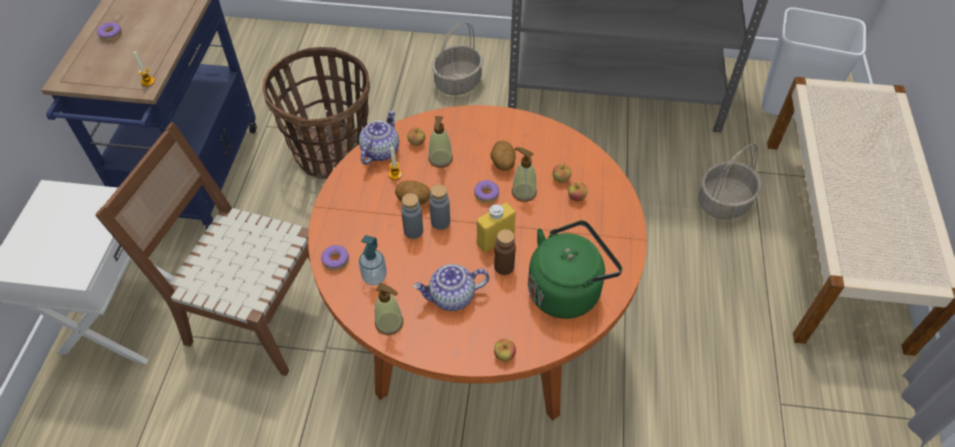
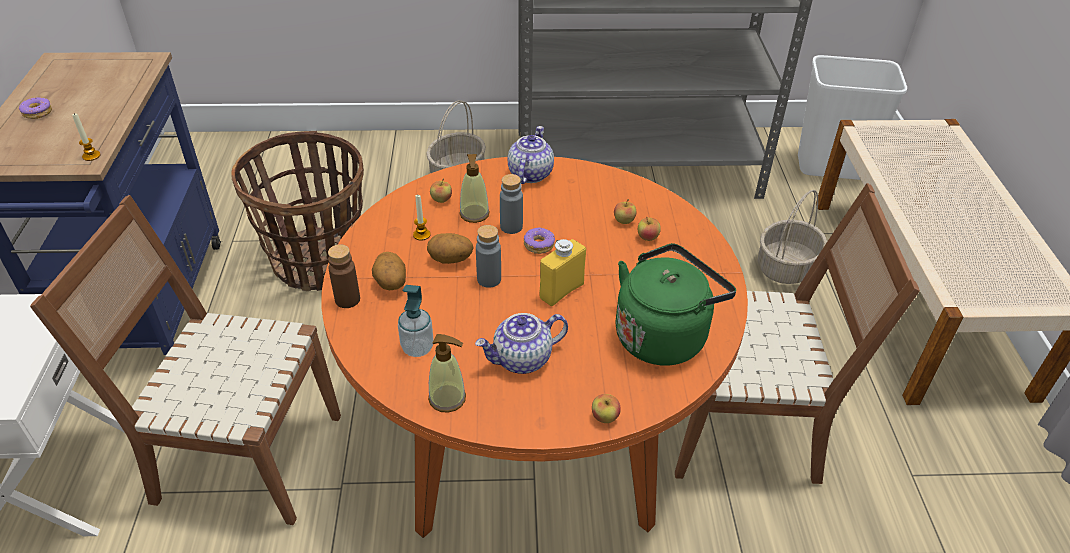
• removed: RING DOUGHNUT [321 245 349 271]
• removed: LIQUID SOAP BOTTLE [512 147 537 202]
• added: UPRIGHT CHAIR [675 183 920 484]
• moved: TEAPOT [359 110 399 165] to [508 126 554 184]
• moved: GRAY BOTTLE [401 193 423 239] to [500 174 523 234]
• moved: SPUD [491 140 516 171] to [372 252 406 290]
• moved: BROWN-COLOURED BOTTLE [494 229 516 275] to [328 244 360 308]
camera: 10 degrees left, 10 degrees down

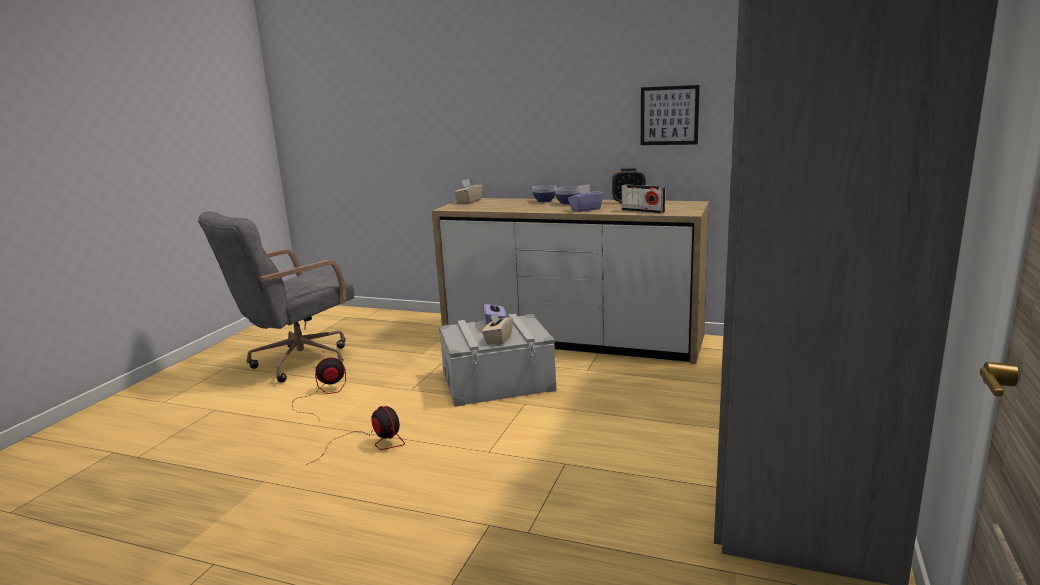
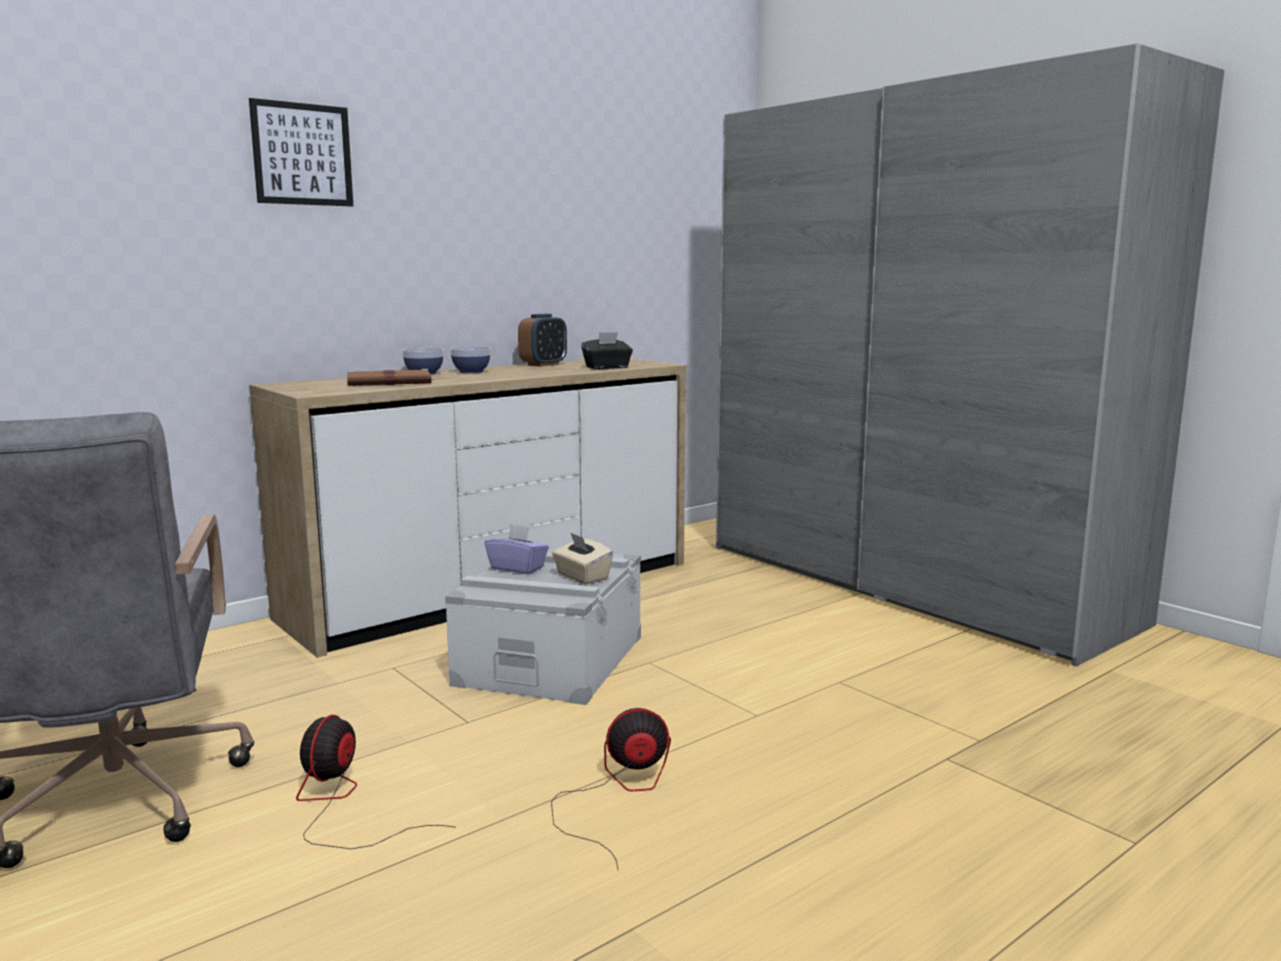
• removed: BEIGE-COLOURED TISSUE HOLDER [454 179 483 204]
• removed: PURPLISH TISSUE HOLDER [568 184 603 212]
• added: BROWN-COLOURED BOUND BOOK [347 369 436 386]
• moved: PICTURE [641 85 700 145] to [249 98 353 206]
• replaced: RADIO SET [622 184 665 213] to BLACKISH TISSUE HOLDER [581 332 633 369]
camera: 60 degrees left, 5 degrees down

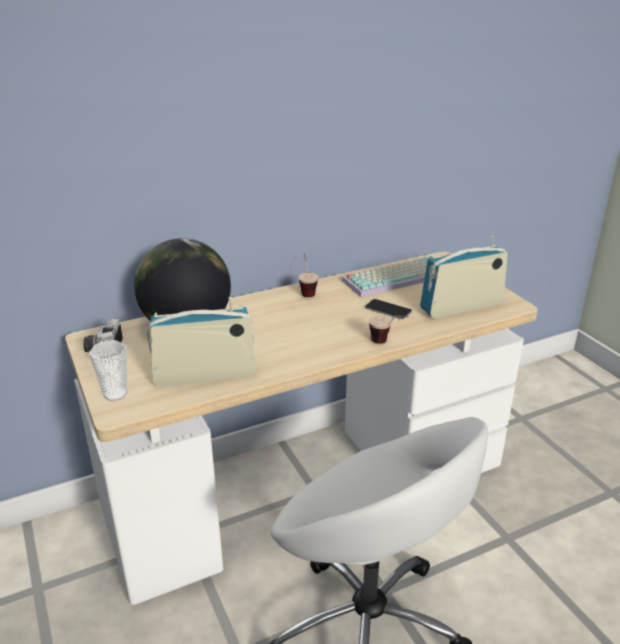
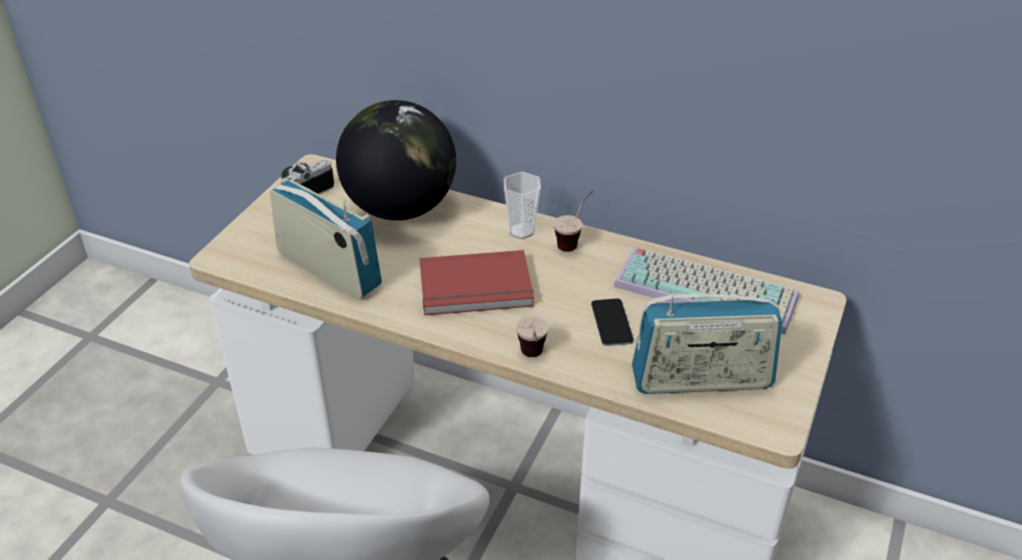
• added: RED-COLOURED BOUND BOOK [420 250 534 315]
• moved: CUP [89 340 127 401] to [504 172 541 239]
• turned: RADIO SET [420 236 508 319] = [632 293 782 394] 150 degrees clockwise
camera: 50 degrees right, 10 degrees up

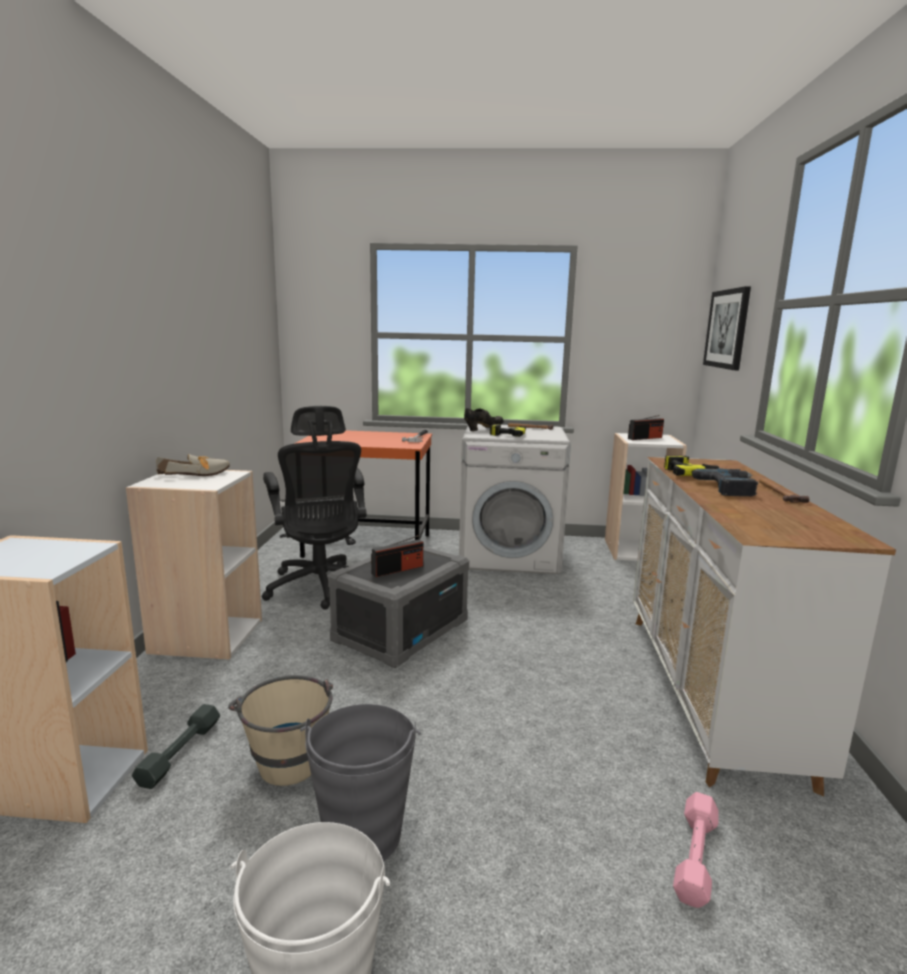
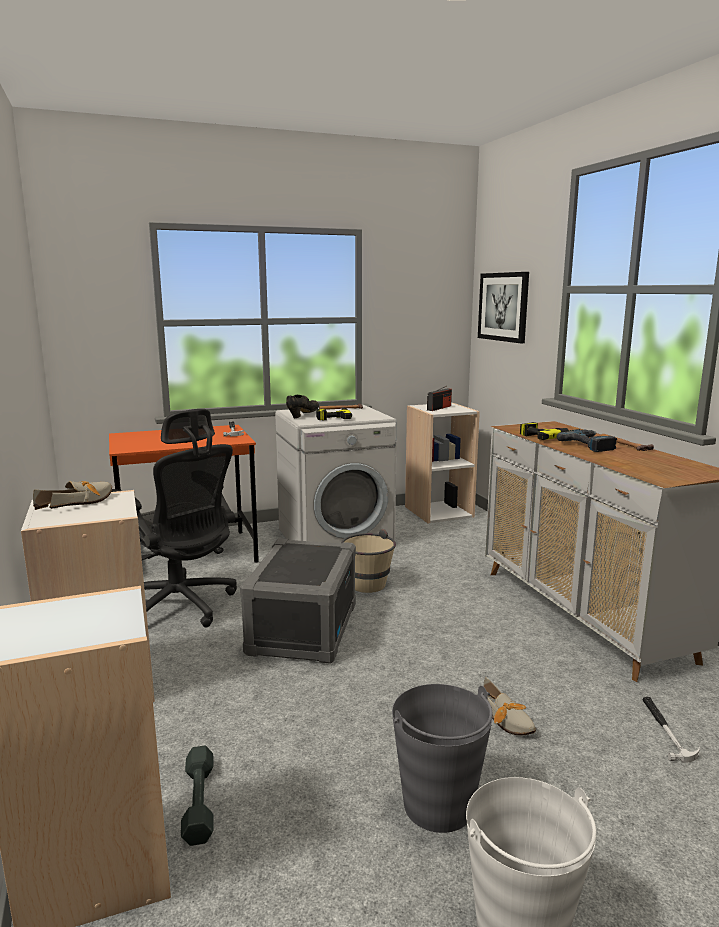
• removed: RADIO SET [371 535 423 577]
• added: SHOE [484 677 536 735]
• moved: BEIGE-COLOURED WATER BUCKET [228 675 333 786] to [341 529 396 593]
• replaced: PINK DUMBBELL [673 792 719 908] to TOOL HAMMER [643 697 700 763]
camera: 25 degrees left, 0 degrees up

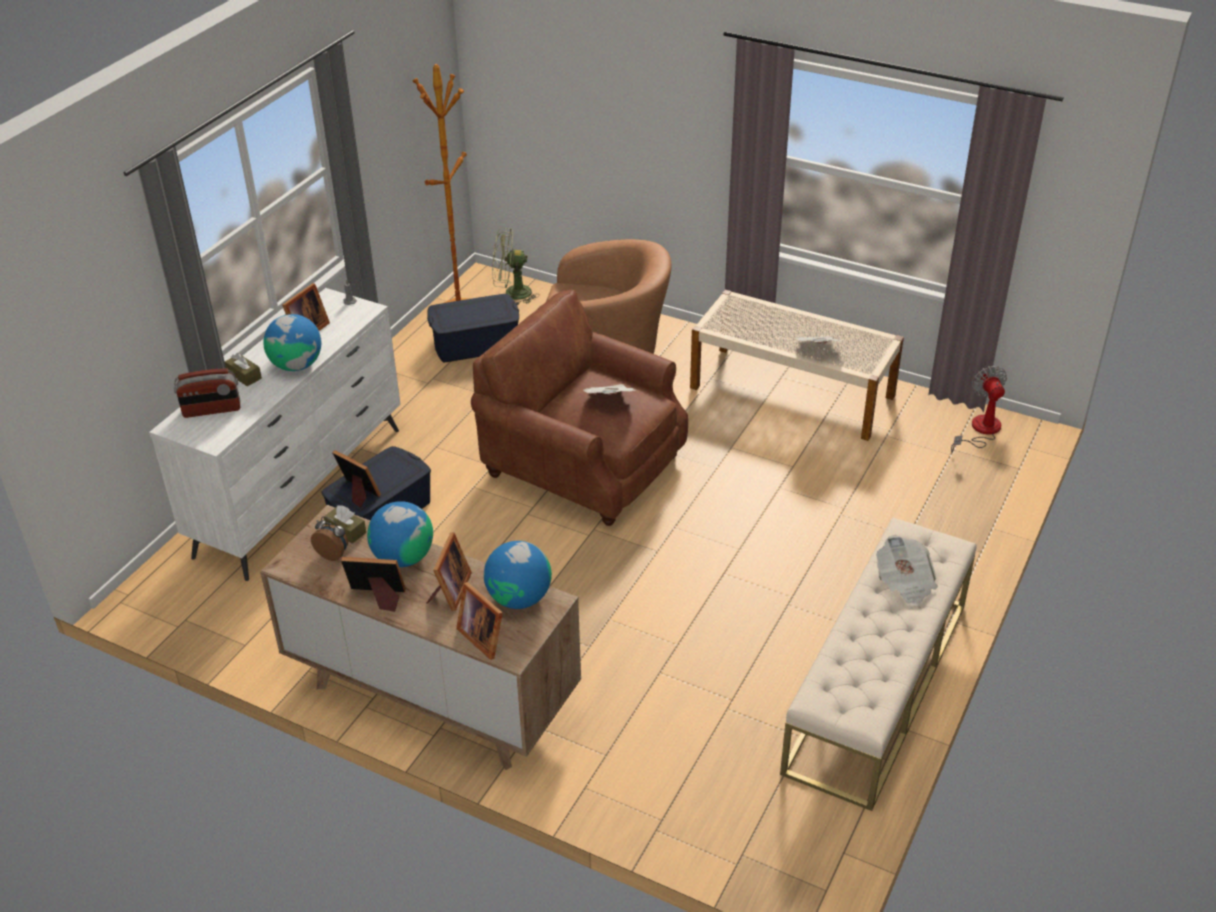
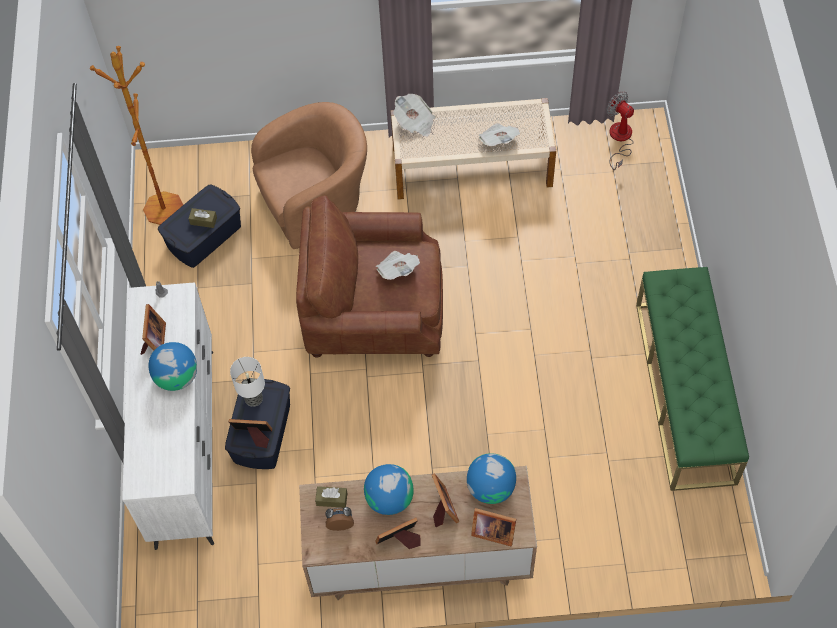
• removed: RADIO SET [174 368 240 418]
• removed: GREENISH COOLING FAN [492 228 540 305]
• added: LAMP FOR A TABLE [230 357 265 407]
• moved: BROWN-COLOURED TISSUE HOLDER [225 353 262 386] to [188 208 217 228]
• moved: DAILY PAPER [876 535 938 607] to [393 94 435 137]
• recoloured: BEIGE-COLOURED LONG SEAT [780 518 977 811] to GREENISH LONG SEAT [636 267 749 491]
camera: 30 degrees left, 20 degrees up

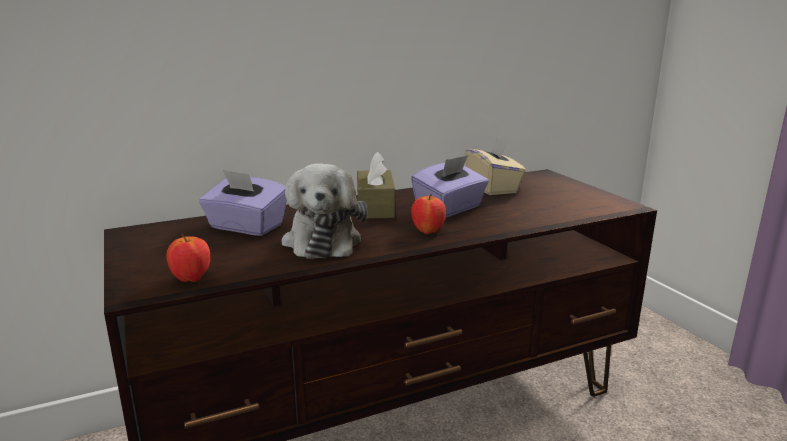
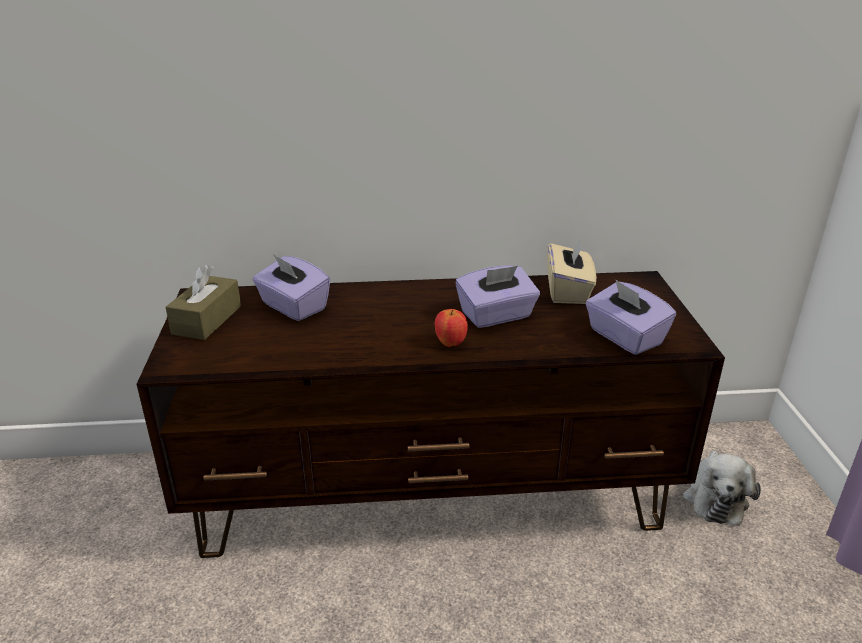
• removed: APPLE [167 234 210 282]
• added: PURPLISH TISSUE HOLDER [586 279 676 355]
• moved: PLUSH TOY [281 163 367 259] to [683 450 761 526]
• moved: BROWN-COLOURED TISSUE HOLDER [357 151 395 219] to [166 264 241 340]
camera: 20 degrees right, 10 degrees up

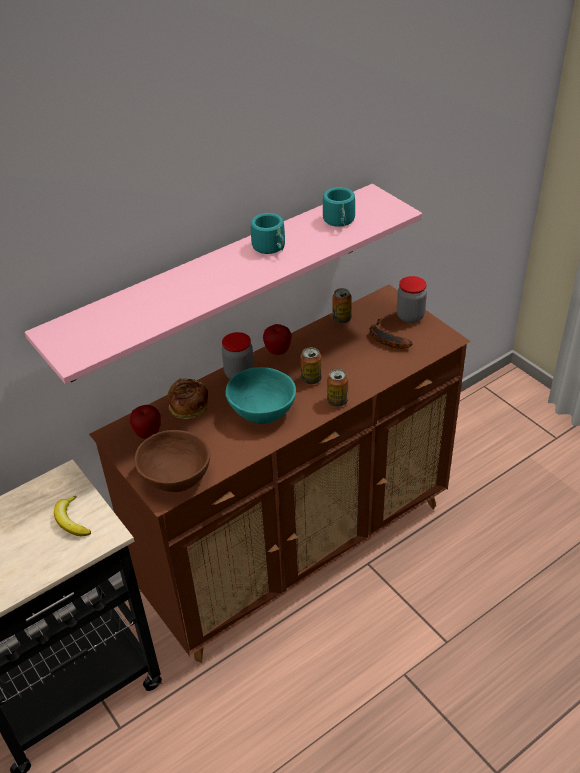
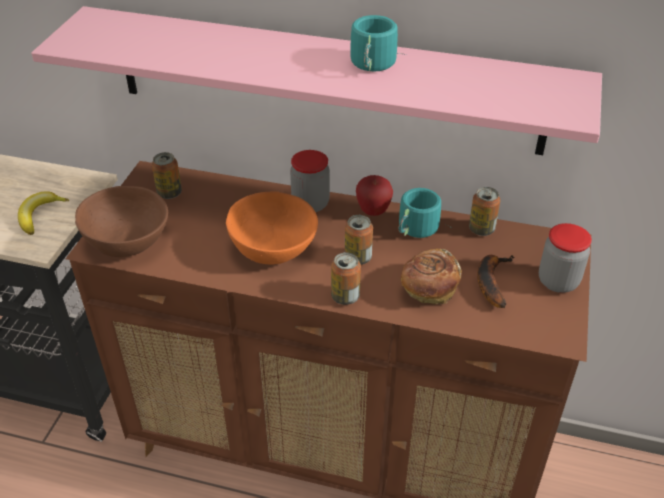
• moved: BAKED BREAD [168 378 208 419] to [401 249 462 305]
• moved: BLUE-GREEN COFFEE MUG [323 187 355 227] to [399 188 450 238]
• replaced: APPLE [130 405 161 439] to CAN [152 152 182 199]
• recoloured: BLUE-GREEN SERVING BOWL [225 367 296 424] to ORANGEY SERVING BOWL [226 192 318 265]
camera: 50 degrees right, 0 degrees up

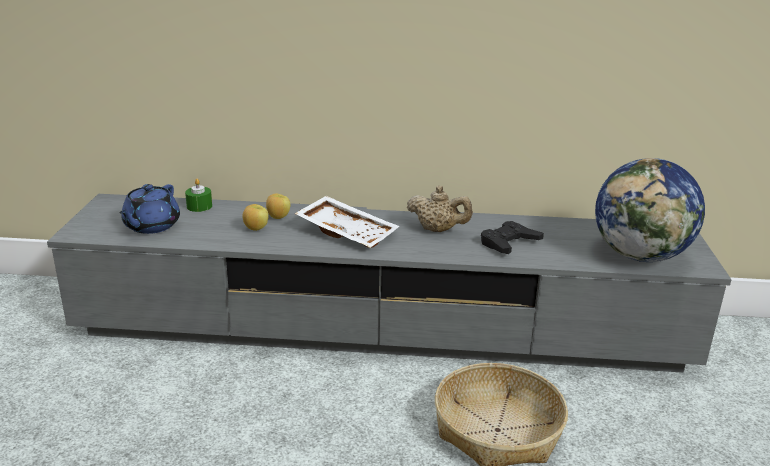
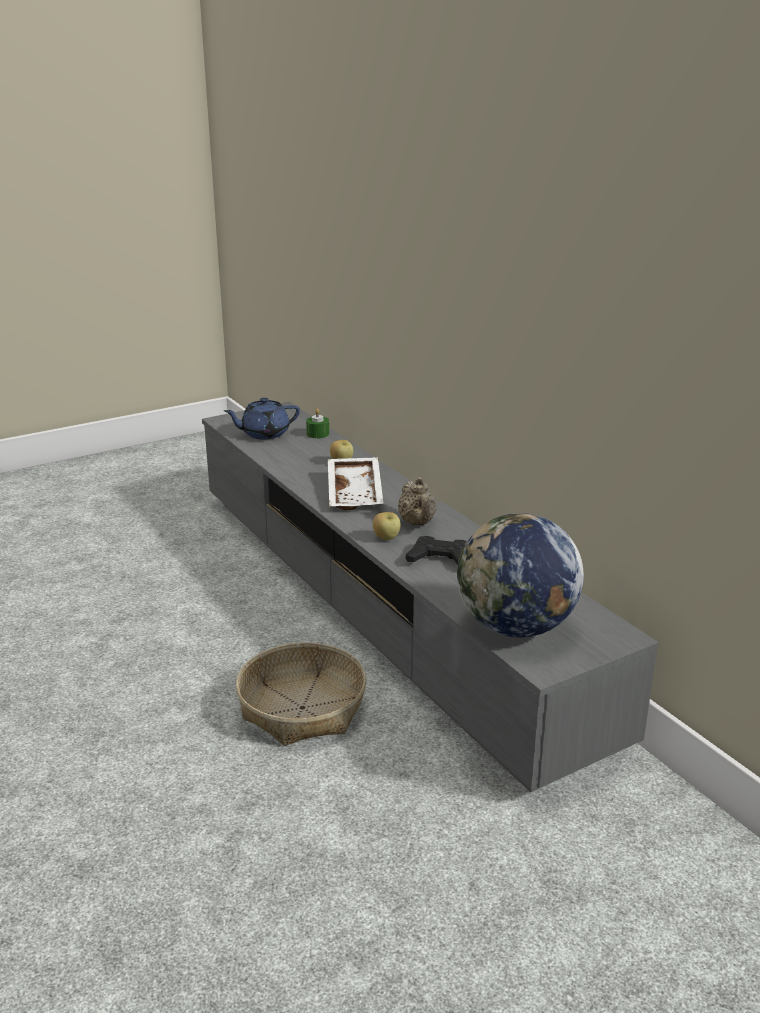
• moved: APPLE [243 204 269 231] to [373 512 401 540]
camera: 55 degrees right, 0 degrees up

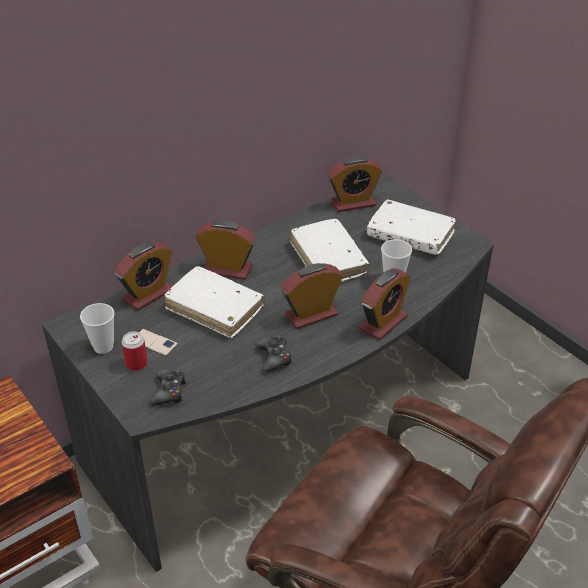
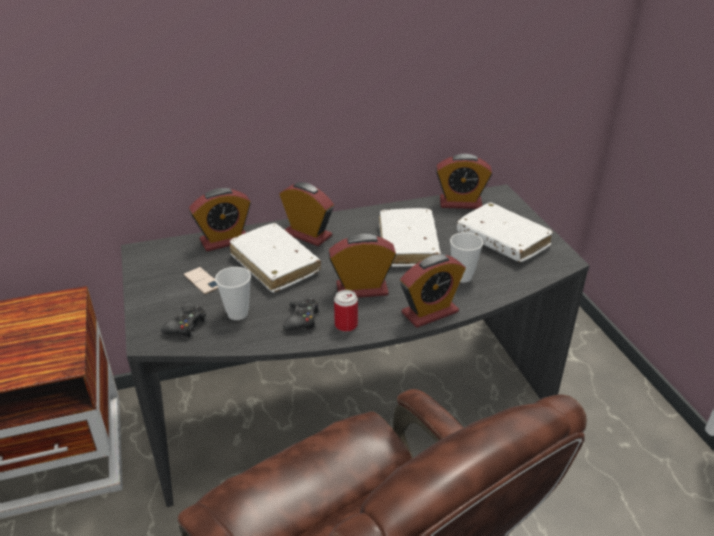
• moved: CUP [80 303 114 354] to [215 267 251 320]
• moved: CAN [122 331 148 371] to [334 290 358 332]
camera: 20 degrees right, 5 degrees down

